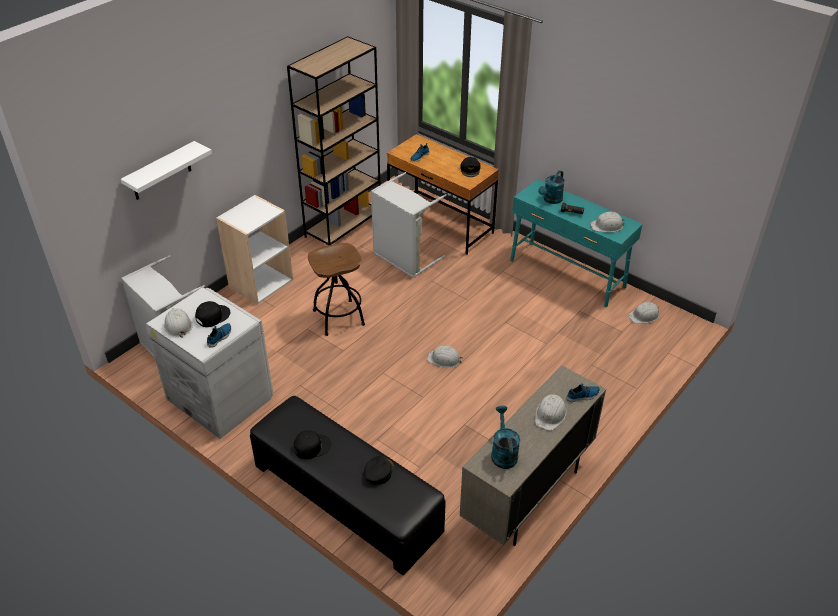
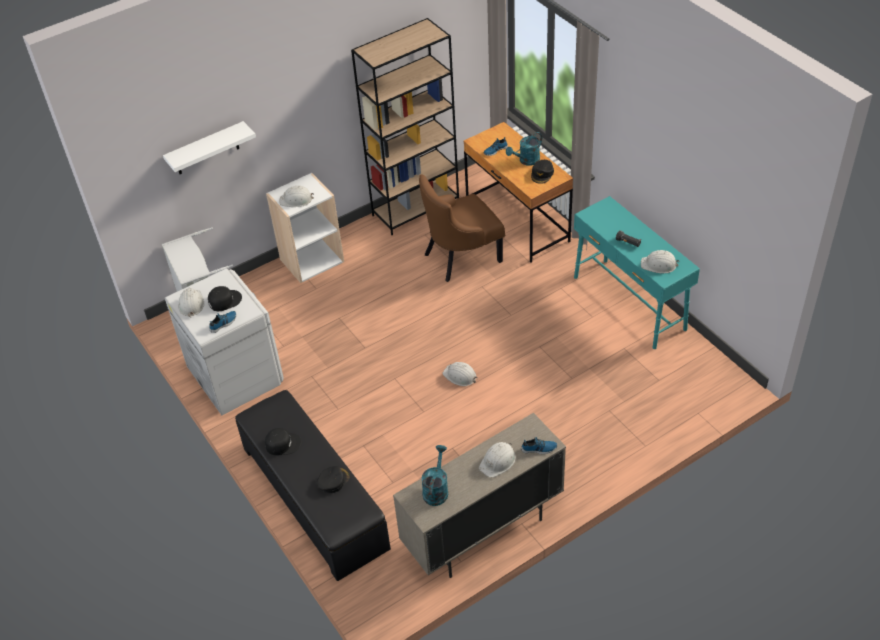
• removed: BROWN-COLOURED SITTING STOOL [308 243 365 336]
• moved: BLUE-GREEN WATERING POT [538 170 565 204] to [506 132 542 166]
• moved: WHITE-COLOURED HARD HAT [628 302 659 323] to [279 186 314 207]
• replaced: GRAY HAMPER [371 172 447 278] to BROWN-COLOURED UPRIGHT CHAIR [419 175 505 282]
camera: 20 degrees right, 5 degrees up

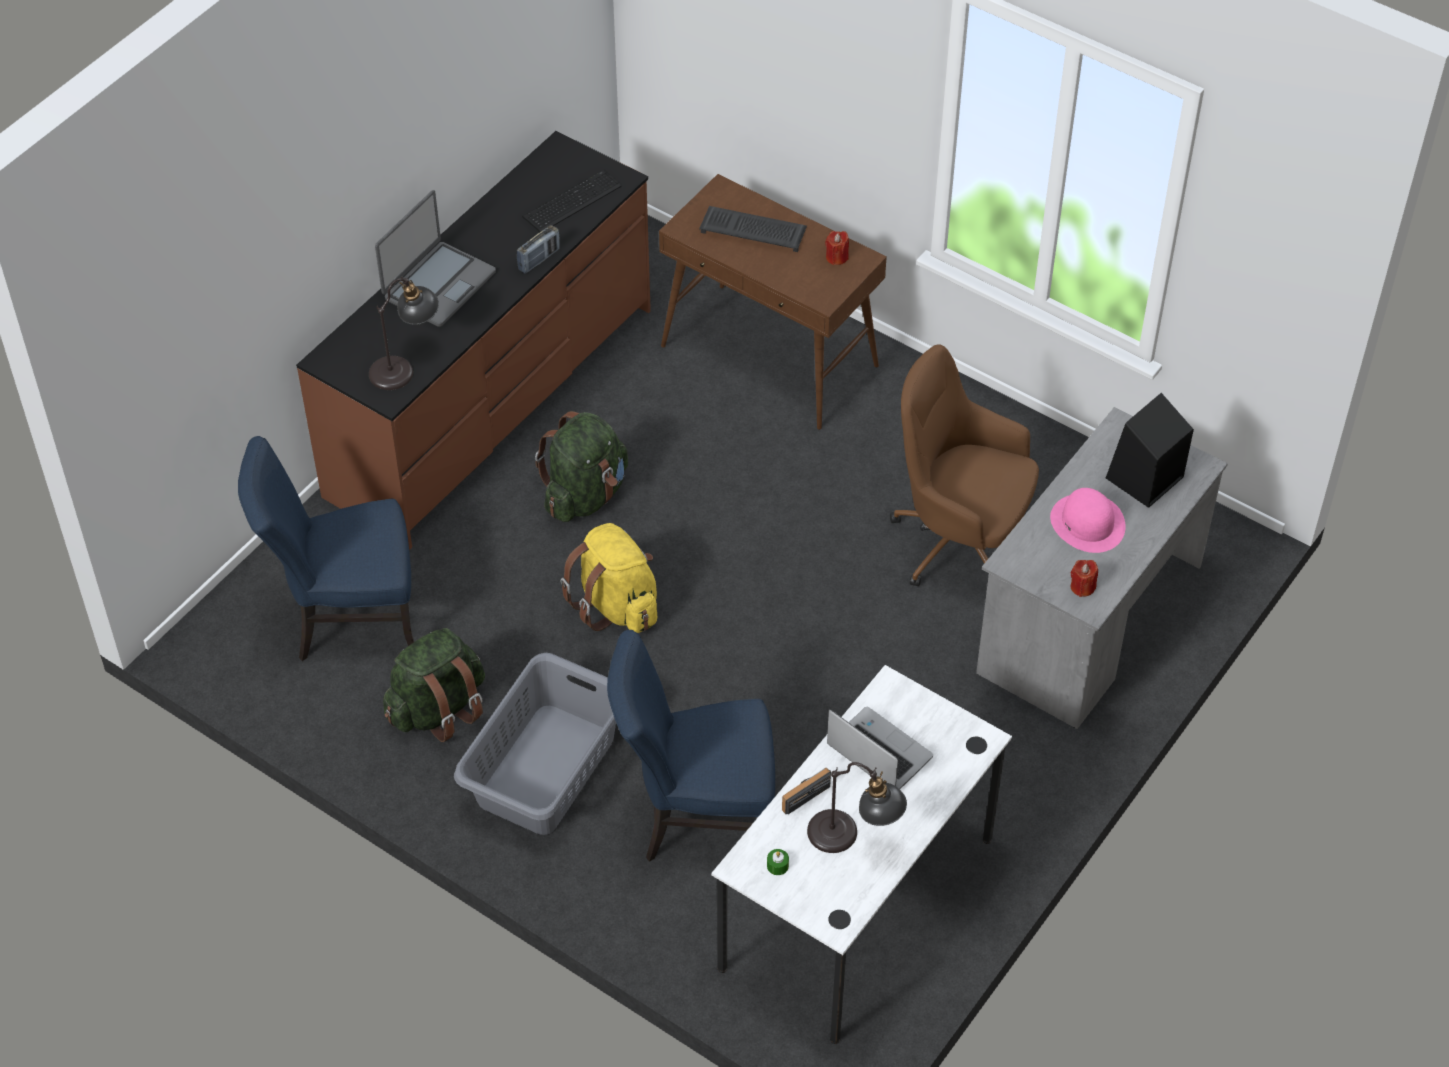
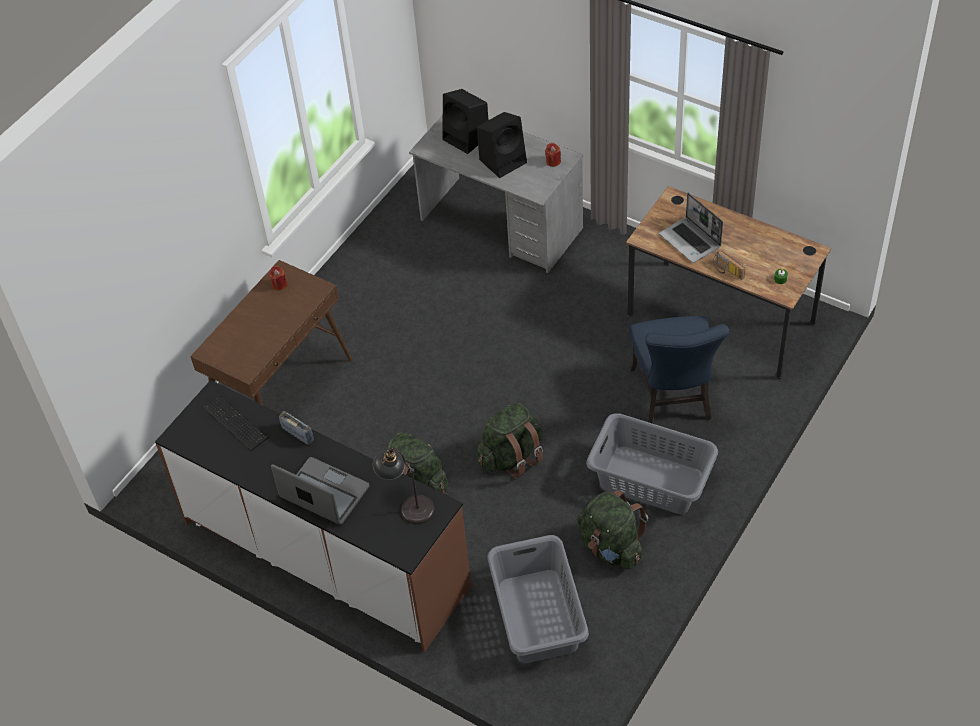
• removed: PC KEYBOARD [699 206 807 252]
• removed: GRAY LAMP FOR A TABLE [807 762 907 853]
• removed: BROWN-COLOURED COMPUTER CHAIR [890 344 1039 586]
• replaced: BLUE-COLOURED UPRIGHT CHAIR [238 436 414 661] to GRAY HAMPER [487 535 589 663]
• replaced: PINK CLOTHING HAT [1050 488 1126 553] to BLACKISH SPEAKER [477 112 527 178]
• recoloured: YELLOW BACKPACK [561 523 657 633] to GREENISH BACKPACK [477 403 543 479]
• recoloured: WHITE-COLOURED DESK TABLE [711 665 1012 1044] to BROWN-COLOURED DESK TABLE [626 186 831 379]
• turned: NOTEBOOK COMPUTER [827 707 933 789] = [659 193 723 263] 75 degrees counterclockwise
camera: 90 degrees left, 0 degrees up

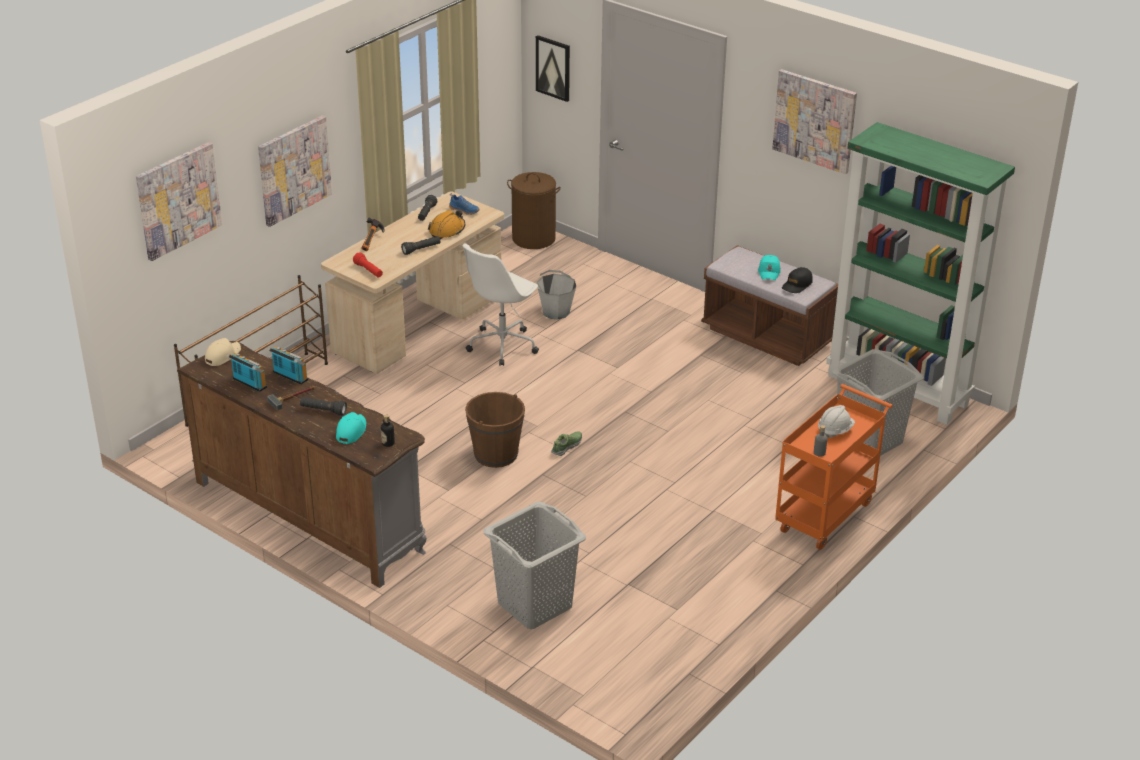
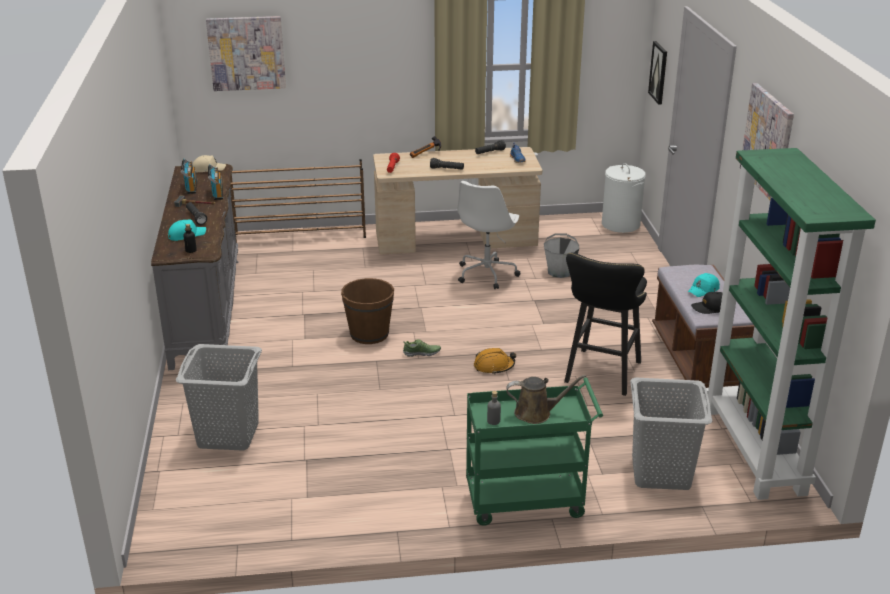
• removed: PICTURE [258 115 332 227]
• added: BLACKISH SITTING STOOL [564 252 647 396]
• moved: ORANGEY HARD HAT [428 210 465 239] to [474 348 516 375]
• replaced: WHITE-COLOURED HARD HAT [818 405 855 438] to BROWN-COLOURED WATERING POT [506 375 586 424]
• recoloured: BROWN-COLOURED HAMPER [507 172 561 249] to WHITE-COLOURED HAMPER [602 163 646 233]
• recoloured: ORANGEY CART [775 384 893 550] to GREENISH CART [466 377 603 526]
• turned: WHITE-COLOURED COMPUTER CHAIR [462 243 539 366] = [457 181 520 289] 60 degrees counterclockwise
camera: 45 degrees right, 5 degrees down

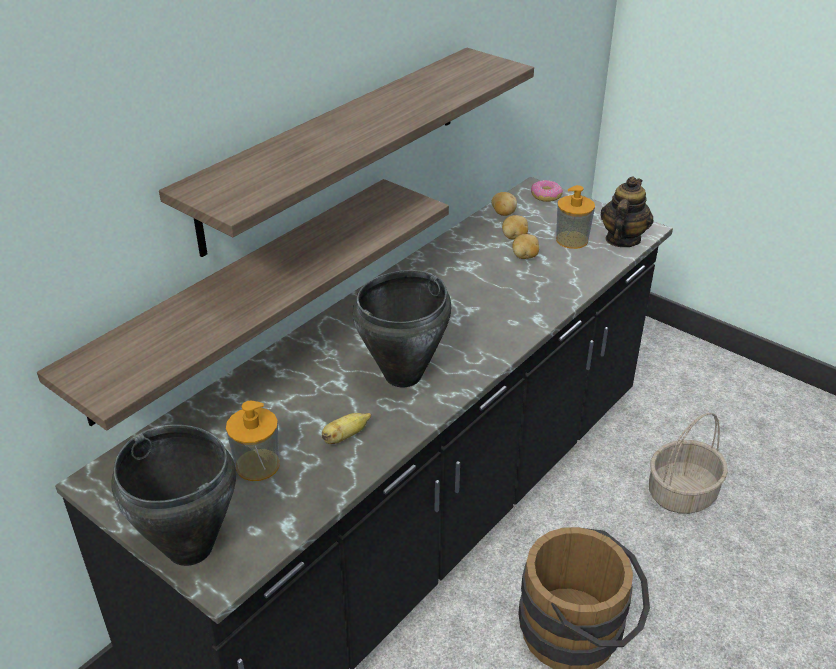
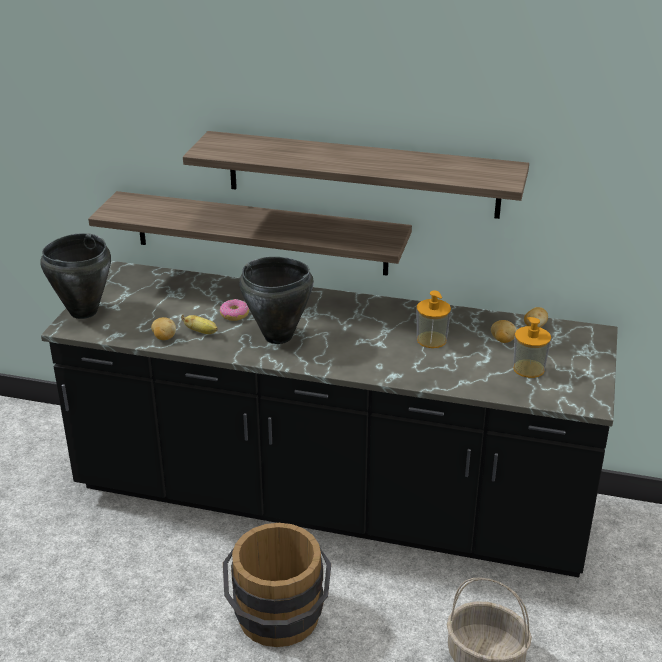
• removed: TEAPOT [600 177 653 247]
• moved: LIQUID SOAP BOTTLE [226 401 280 481] to [416 291 451 348]
• moved: SPUD [513 234 539 259] to [151 317 176 340]
• moved: RING DOUGHNUT [531 180 563 202] to [220 299 249 321]
camera: 65 degrees right, 5 degrees down

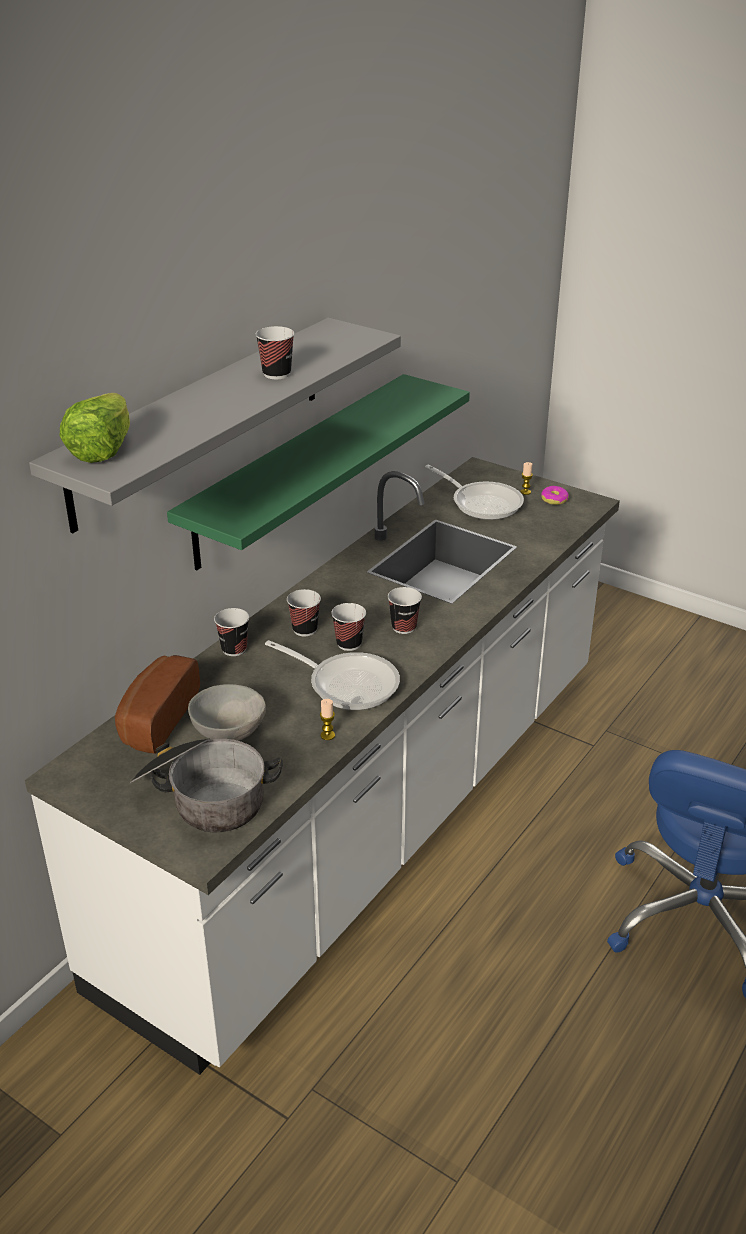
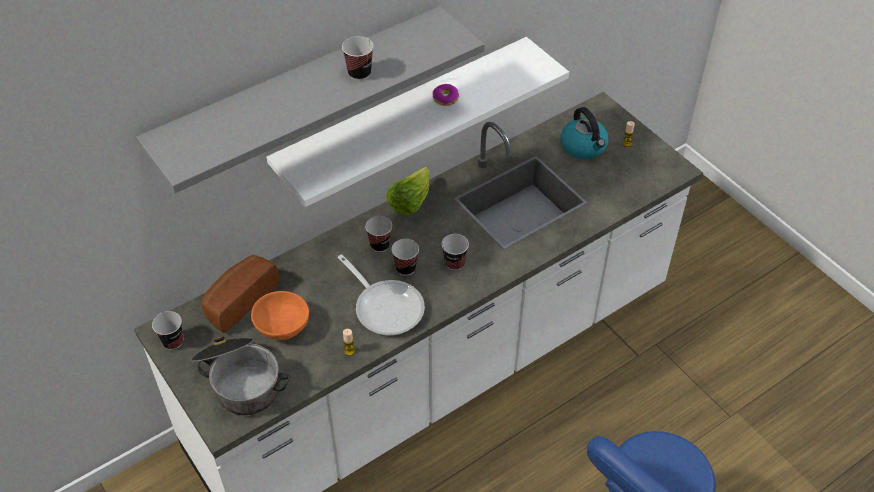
• moved: HEAD OF LETTUCE [60 393 130 463] to [386 167 430 216]
• moved: CUP [214 608 249 656] to [152 311 183 350]
• moved: RING DOUGHNUT [541 486 569 505] to [433 84 459 106]
• replaced: PAN [425 465 524 520] to TEA KETTLE [560 107 609 159]
• recoloured: GREENISH SHELF [167 374 470 570] to WHITE-COLOURED SHELF [267 37 569 207]
• recoloured: GRAY SERVING BOWL [188 684 266 741] to ORANGEY SERVING BOWL [251 291 309 340]
camera: 20 degrees right, 15 degrees up

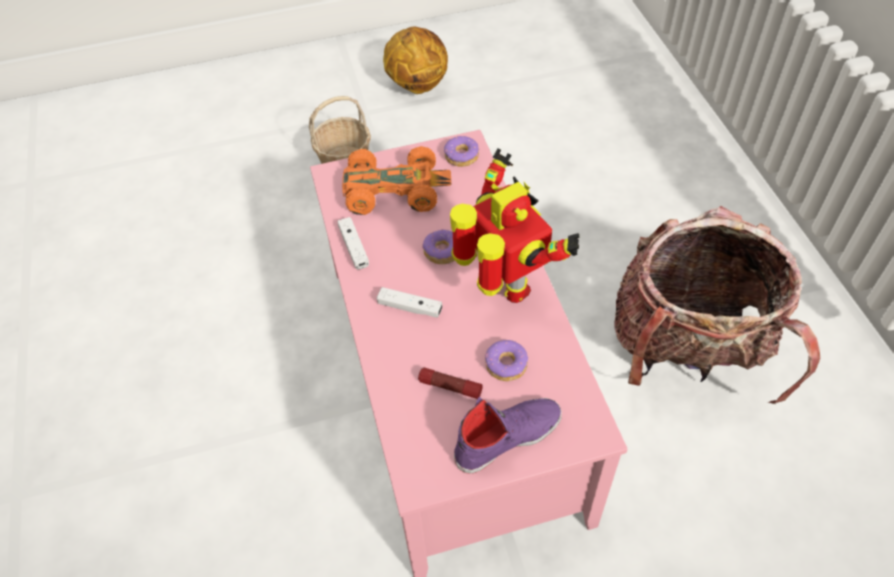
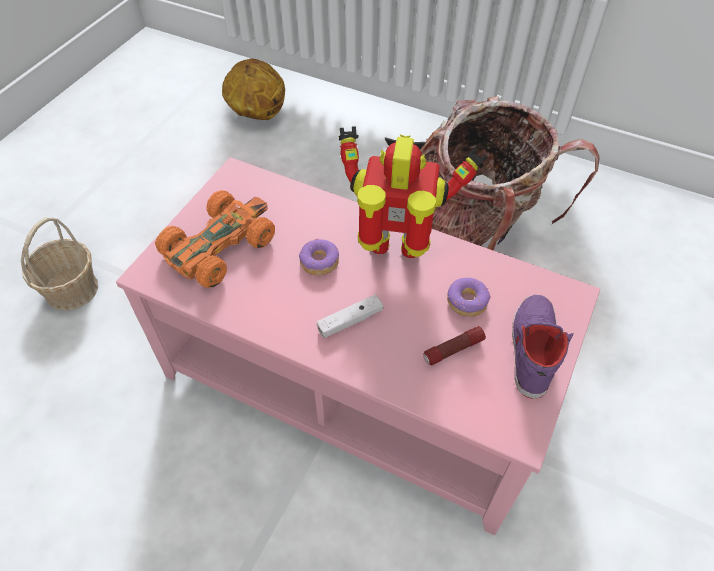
• removed: WHITE-COLOURED JOYPAD [337 217 369 269]
• removed: RING DOUGHNUT [444 136 479 167]
• moved: BASKETBALL BALL [383 26 448 94] to [222 59 285 120]
camera: 50 degrees left, 0 degrees up

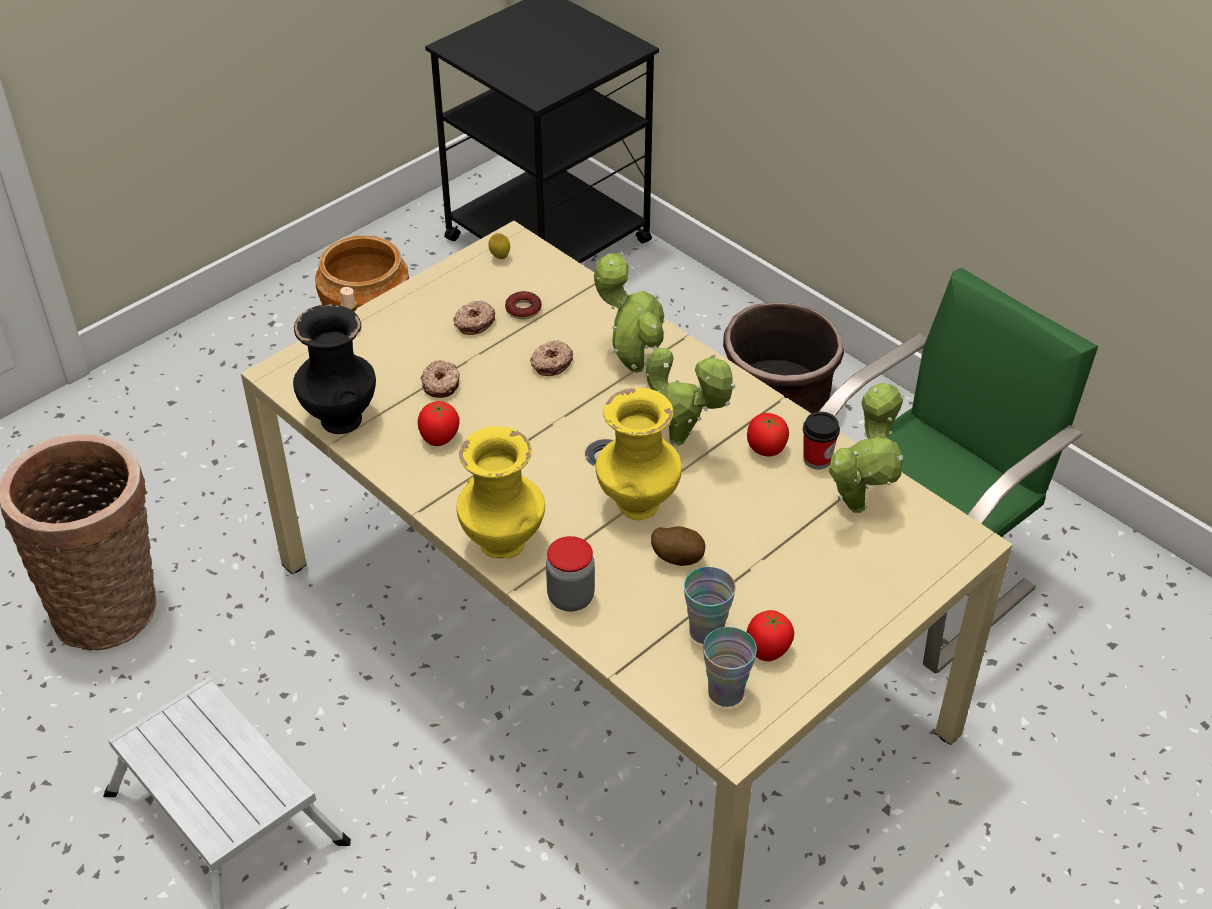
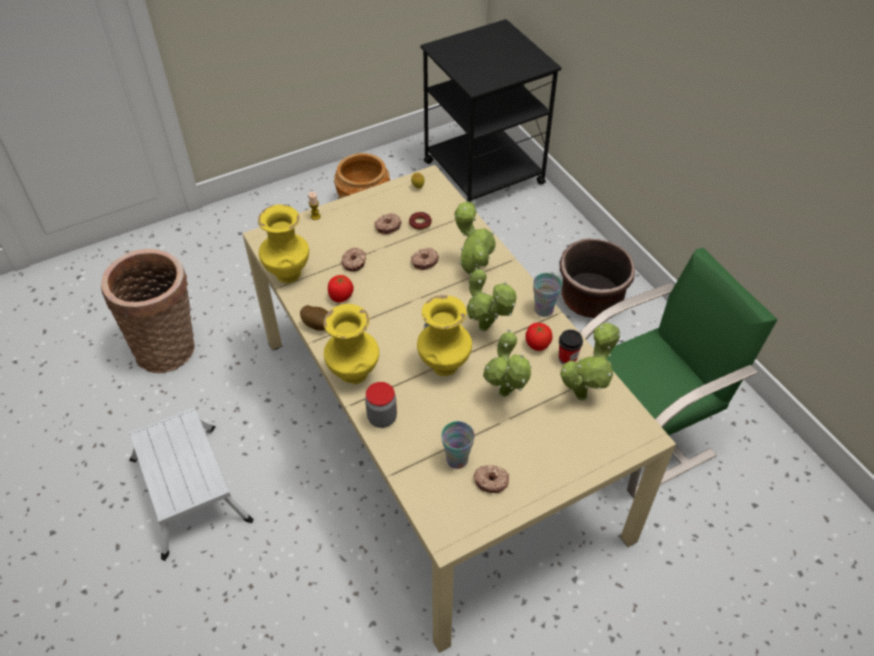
• added: PLANT IN A POT [483 330 532 397]
• moved: SPUD [651 526 706 566] to [300 305 329 331]
• moved: CUP [703 627 757 707] to [533 273 562 317]
• replaced: WHOLE TOMATO [747 610 794 661] to RING DOUGHNUT [473 465 509 493]
• recoloured: BLACKISH VASE [293 304 376 434] to YELLOW VASE [258 204 309 283]
camera: 15 degrees right, 5 degrees up

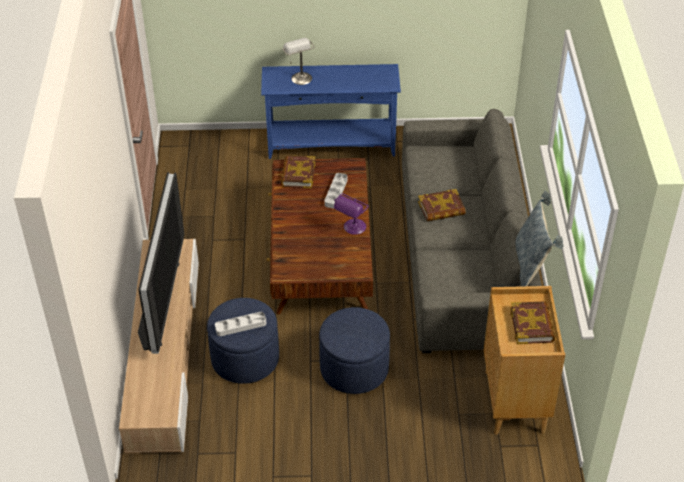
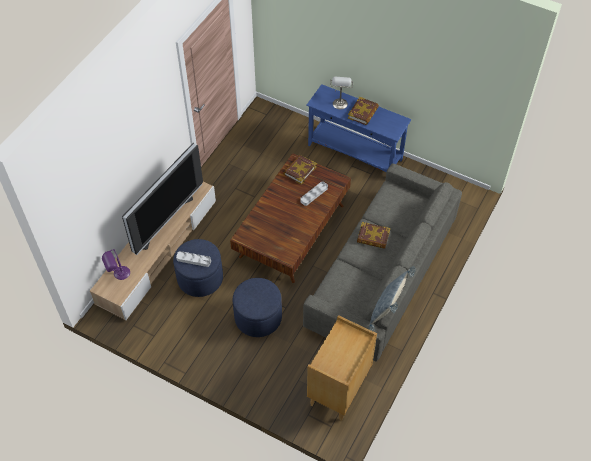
• moved: PURPLISH LAMP FOR A TABLE [334 193 369 235] to [102 249 130 280]
• moved: BOUND BOOK [511 301 555 344] to [348 97 379 125]
camera: 30 degrees right, 10 degrees up

